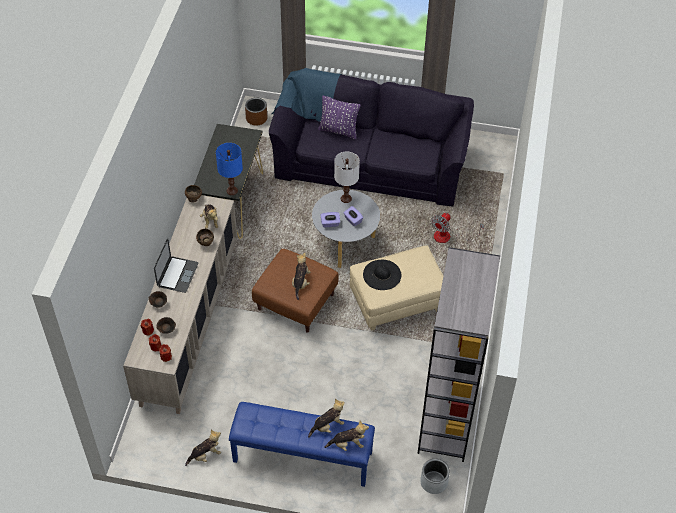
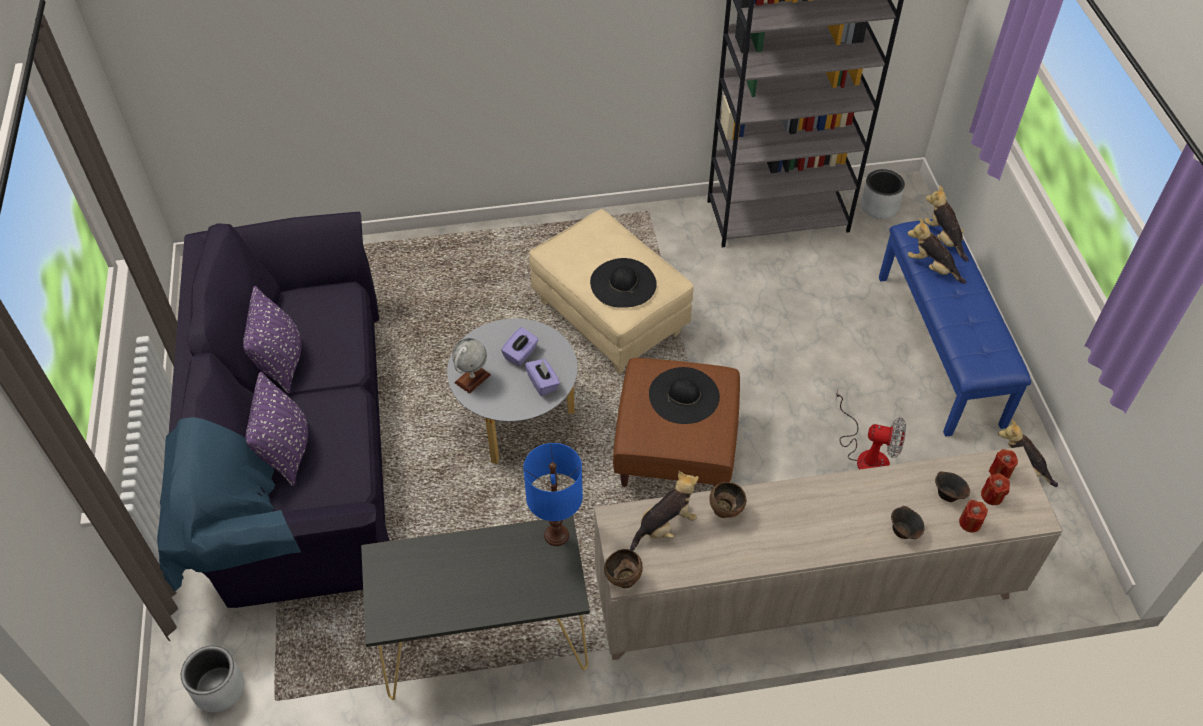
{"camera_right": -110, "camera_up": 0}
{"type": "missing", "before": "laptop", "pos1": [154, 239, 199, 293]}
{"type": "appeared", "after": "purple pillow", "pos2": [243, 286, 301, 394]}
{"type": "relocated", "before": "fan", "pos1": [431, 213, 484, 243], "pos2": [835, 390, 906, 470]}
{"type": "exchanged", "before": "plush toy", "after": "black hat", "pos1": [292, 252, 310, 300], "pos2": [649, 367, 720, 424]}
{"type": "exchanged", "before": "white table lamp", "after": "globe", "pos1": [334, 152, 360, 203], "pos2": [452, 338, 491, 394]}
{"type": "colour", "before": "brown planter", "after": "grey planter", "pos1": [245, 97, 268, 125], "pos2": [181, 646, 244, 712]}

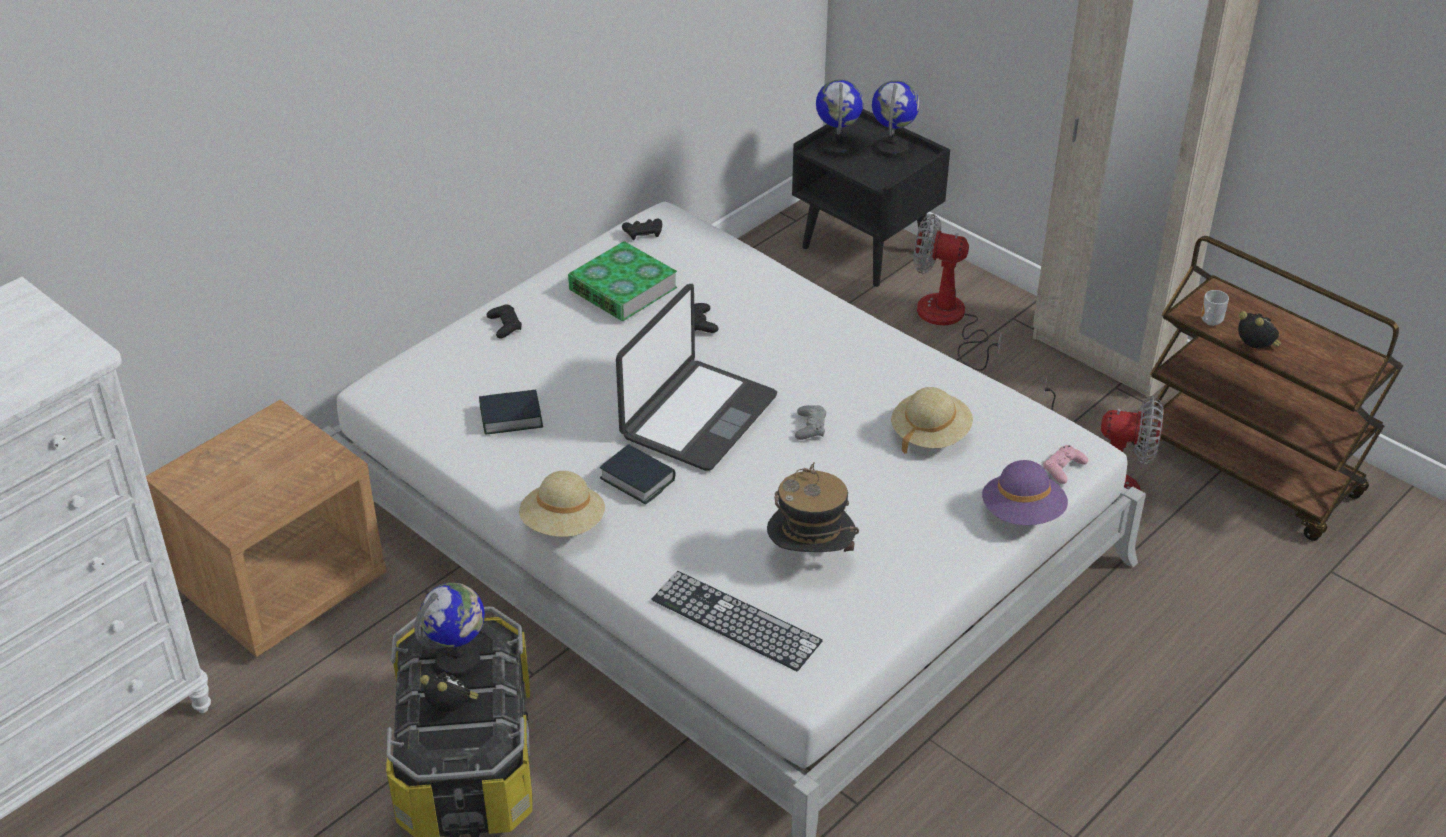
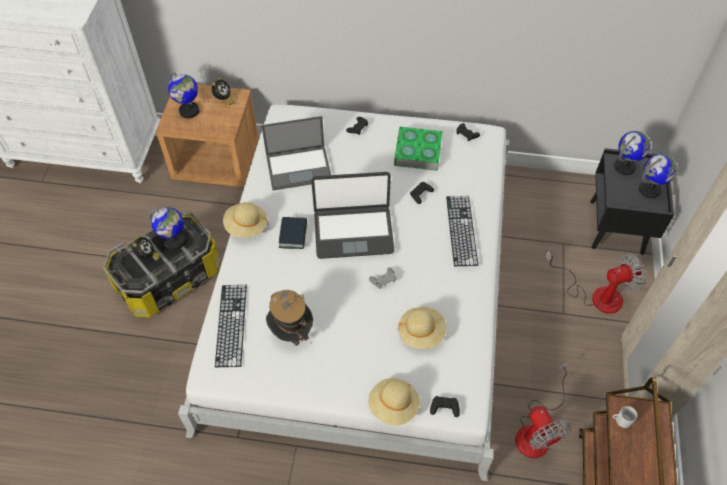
{"camera_right": 55, "camera_up": 15}
{"type": "appeared", "after": "globe", "pos2": [168, 72, 199, 118]}
{"type": "appeared", "after": "keyboard", "pos2": [446, 196, 478, 266]}
{"type": "relocated", "before": "alarm clock", "pos1": [1238, 311, 1281, 348], "pos2": [212, 77, 234, 105]}
{"type": "exchanged", "before": "book", "after": "laptop", "pos1": [479, 389, 543, 435], "pos2": [261, 116, 331, 191]}
{"type": "colour", "before": "purple hat", "after": "beige hat", "pos1": [982, 460, 1068, 525], "pos2": [368, 378, 420, 425]}
{"type": "colour", "before": "pink game controller", "after": "black game controller", "pos1": [1043, 445, 1088, 484], "pos2": [430, 396, 460, 417]}
{"type": "spun", "before": "fan", "pos1": [913, 214, 1002, 371], "pos2": [545, 250, 646, 314], "turn": 90}

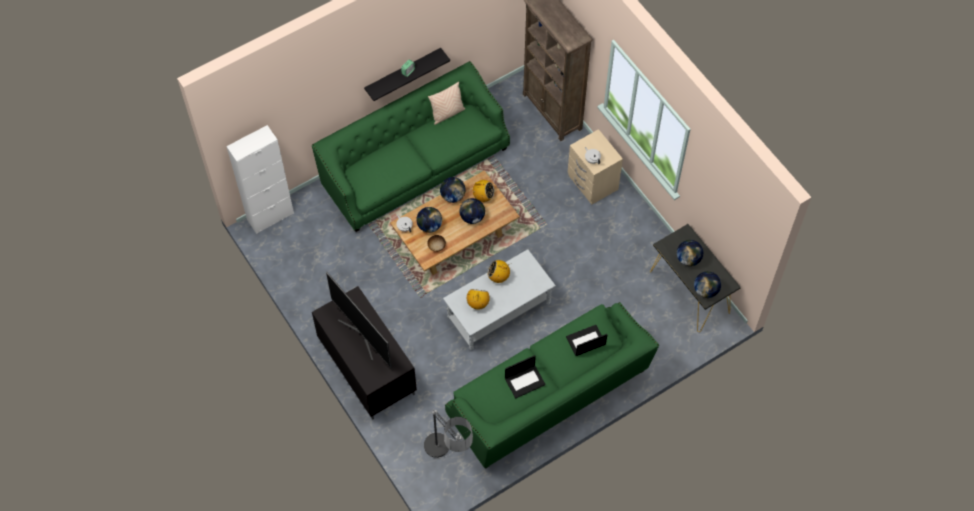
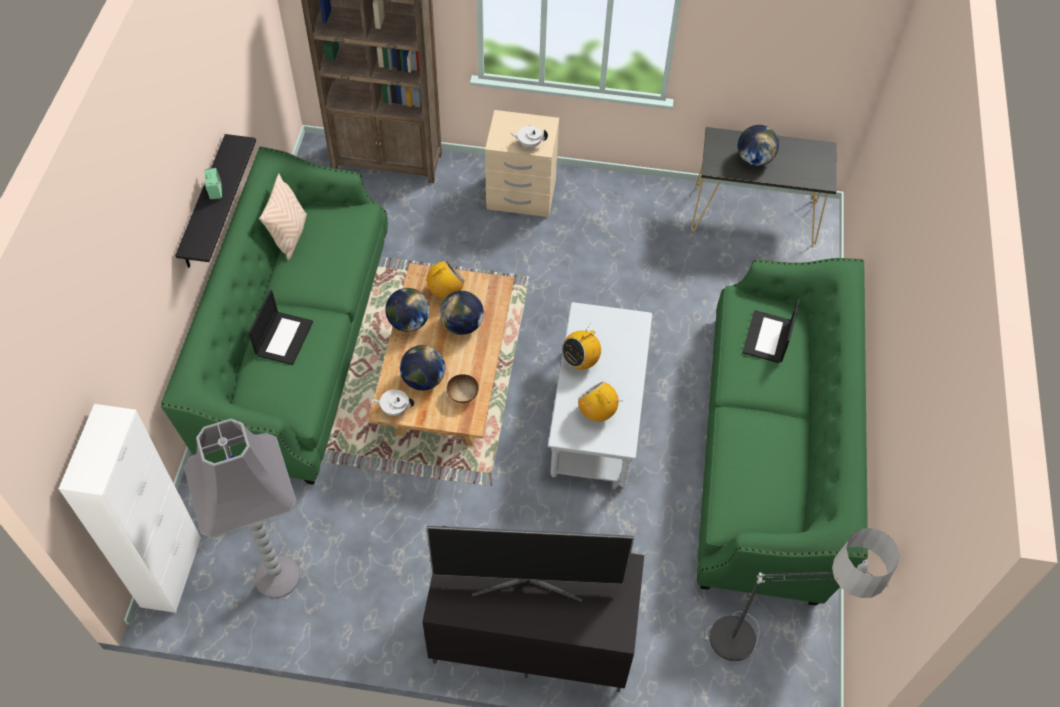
{"camera_right": -50, "camera_up": -5}
{"type": "missing", "before": "globe", "pos1": [694, 271, 721, 298]}
{"type": "appeared", "after": "grey floor lamp", "pos2": [184, 418, 300, 598]}
{"type": "relocated", "before": "laptop", "pos1": [505, 355, 546, 399], "pos2": [249, 290, 313, 365]}

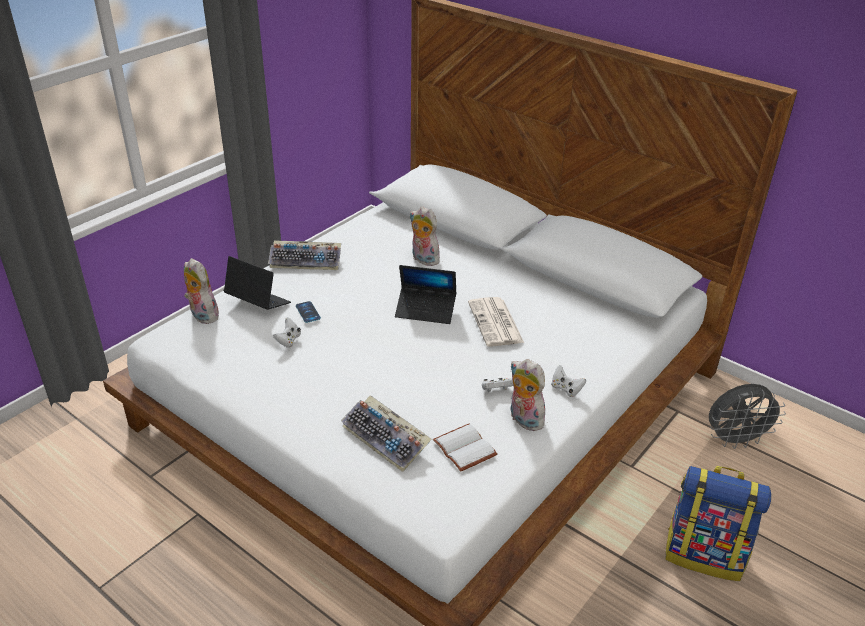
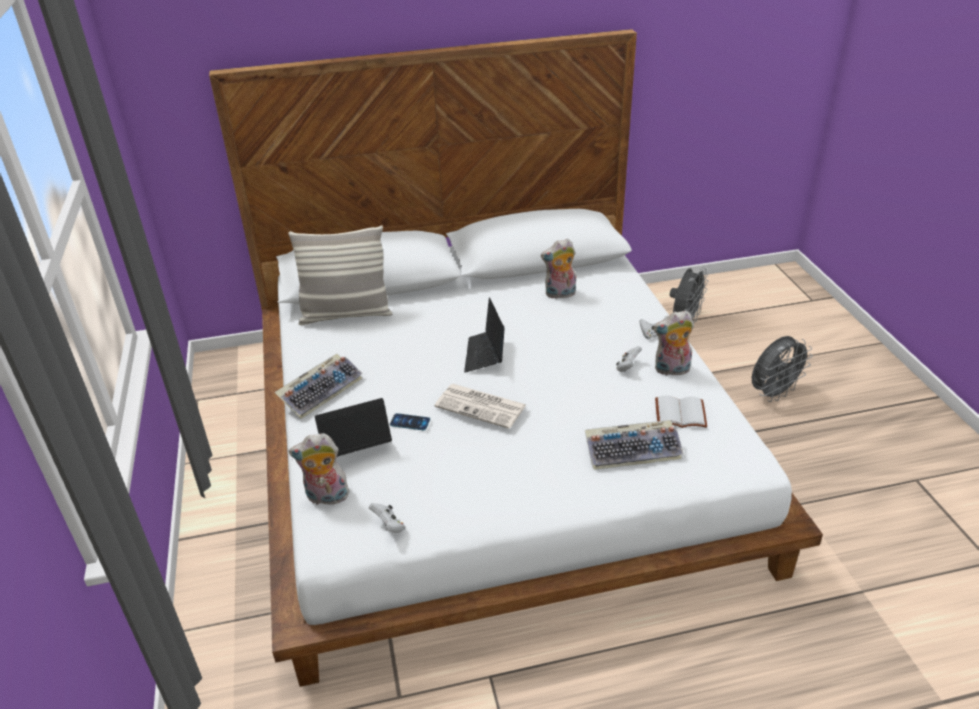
{"camera_right": -50, "camera_up": 0}
{"type": "appeared", "after": "pillow", "pos2": [288, 225, 392, 325]}
{"type": "relocated", "before": "white game controller", "pos1": [273, 317, 301, 348], "pos2": [369, 503, 405, 533]}
{"type": "relocated", "before": "plush toy", "pos1": [410, 206, 443, 266], "pos2": [541, 238, 576, 299]}
{"type": "relocated", "before": "newspaper", "pos1": [468, 297, 524, 346], "pos2": [434, 384, 526, 429]}
{"type": "exchanged", "before": "backpack", "after": "grey fan", "pos1": [666, 466, 771, 581], "pos2": [752, 336, 813, 402]}
{"type": "spun", "before": "laptop", "pos1": [395, 265, 456, 324], "pos2": [464, 297, 505, 372], "turn": 135}

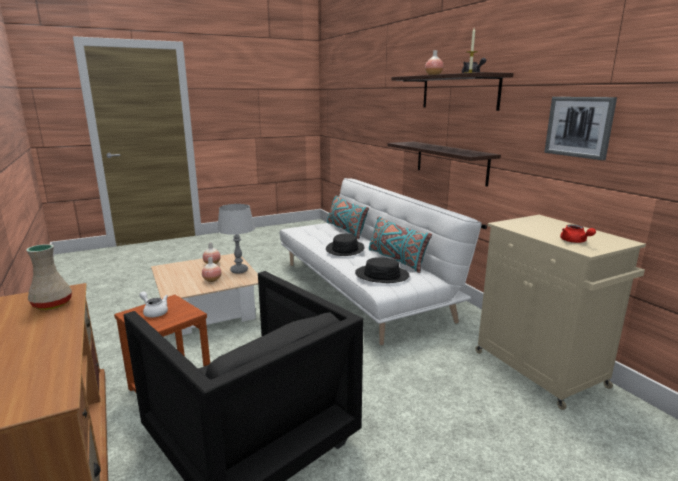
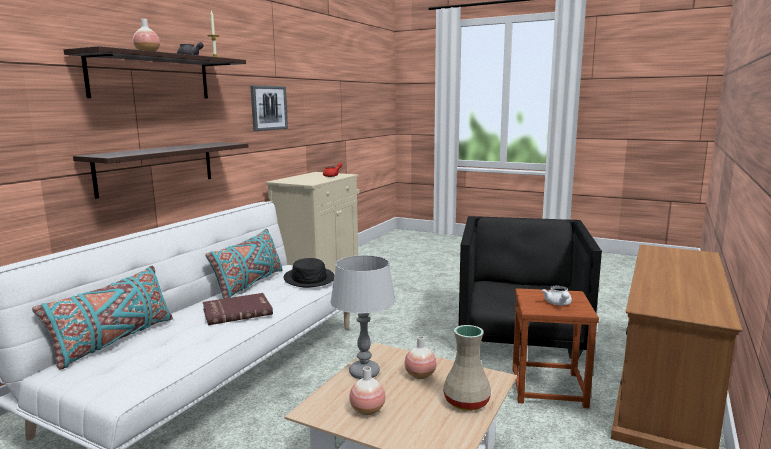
{"camera_right": -125, "camera_up": -5}
{"type": "relocated", "before": "beige vase", "pos1": [26, 244, 72, 310], "pos2": [443, 325, 491, 411]}
{"type": "exchanged", "before": "black hat", "after": "red book", "pos1": [326, 234, 364, 256], "pos2": [203, 293, 273, 325]}

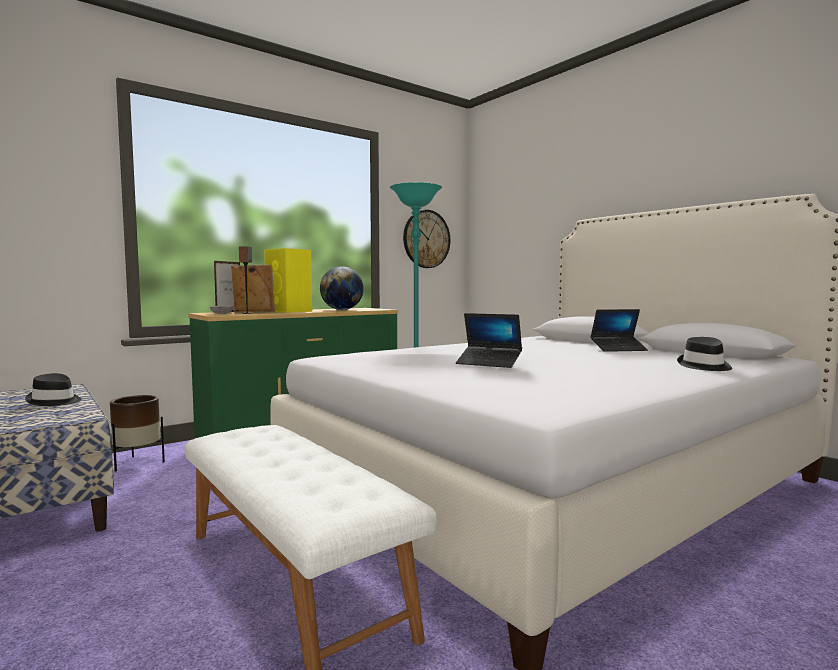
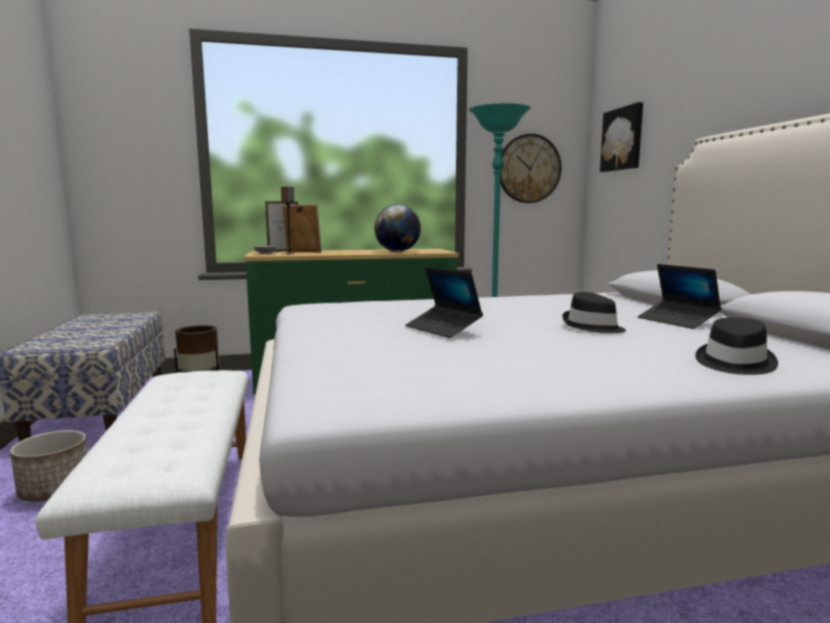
{"camera_right": 25, "camera_up": 5}
{"type": "missing", "before": "yellow speaker", "pos1": [264, 248, 312, 313]}
{"type": "appeared", "after": "planter", "pos2": [10, 430, 88, 502]}
{"type": "appeared", "after": "picture", "pos2": [600, 102, 643, 172]}
{"type": "relocated", "before": "black hat", "pos1": [25, 373, 82, 406], "pos2": [562, 292, 626, 333]}
{"type": "spun", "before": "laptop", "pos1": [590, 309, 648, 352], "pos2": [638, 264, 721, 329], "turn": 45}

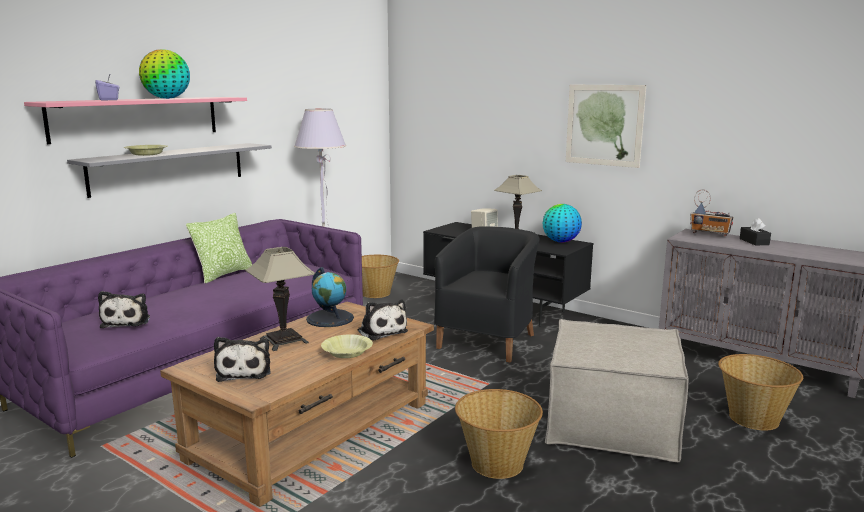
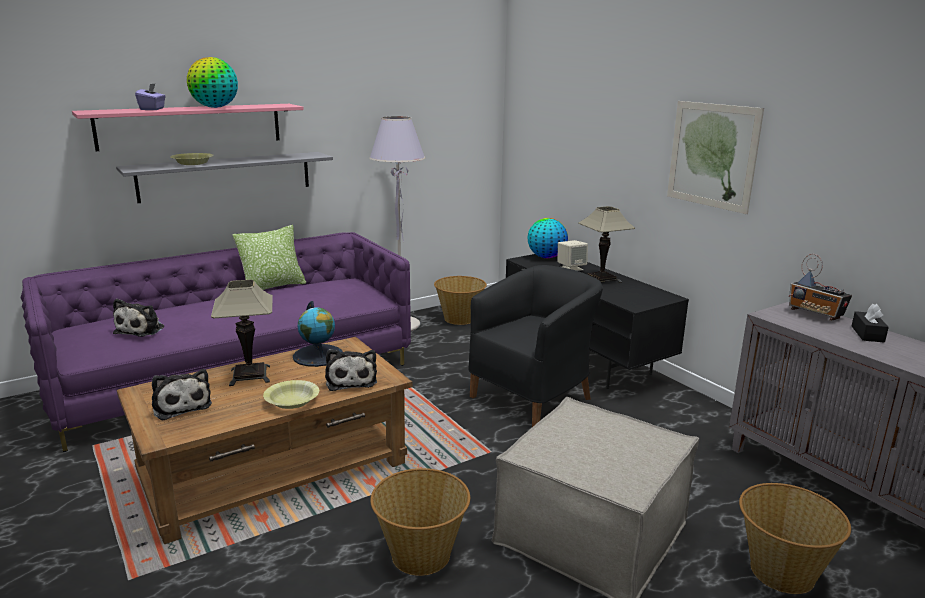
{"camera_right": 20, "camera_up": 5}
{"type": "relocated", "before": "globe", "pos1": [543, 204, 582, 243], "pos2": [527, 218, 568, 258]}
{"type": "spun", "before": "plush toy", "pos1": [214, 337, 271, 382], "pos2": [152, 369, 212, 420], "turn": -45}

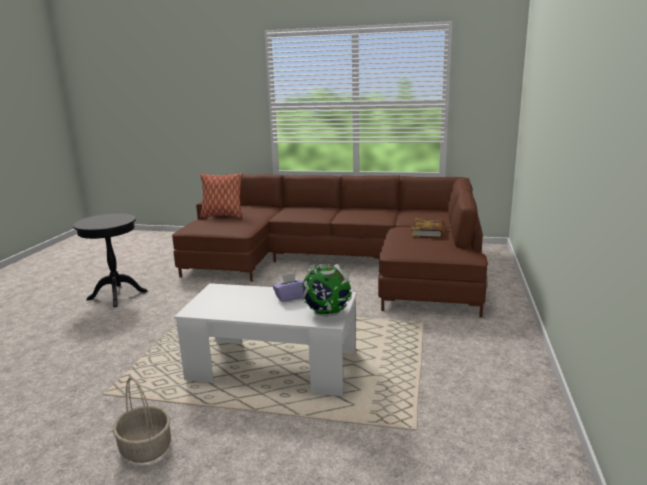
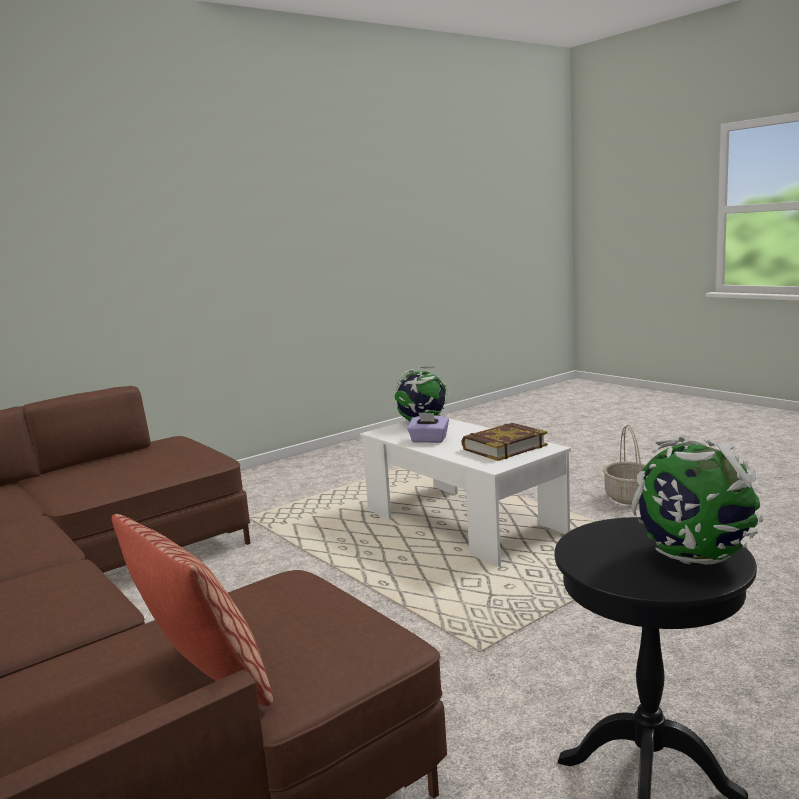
{"camera_right": -140, "camera_up": -5}
{"type": "appeared", "after": "globe", "pos2": [631, 437, 763, 565]}
{"type": "relocated", "before": "book", "pos1": [411, 218, 445, 238], "pos2": [461, 423, 548, 461]}

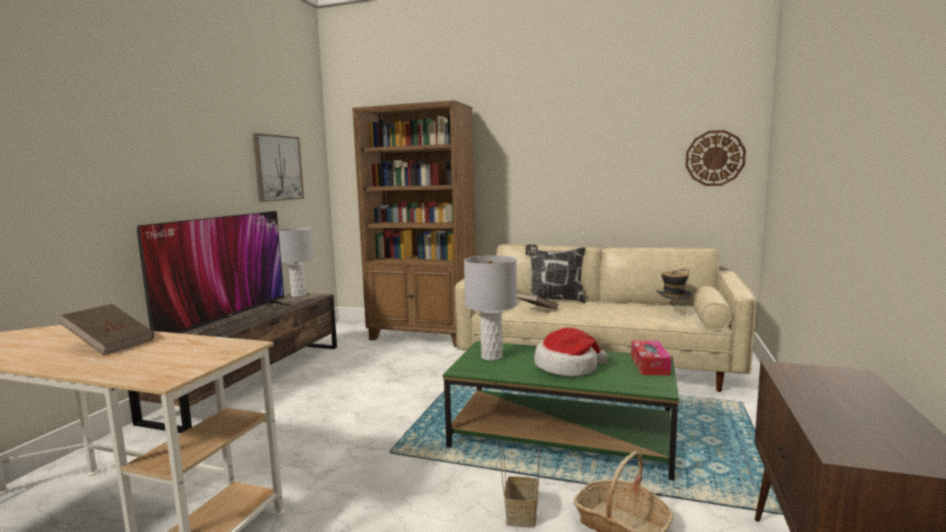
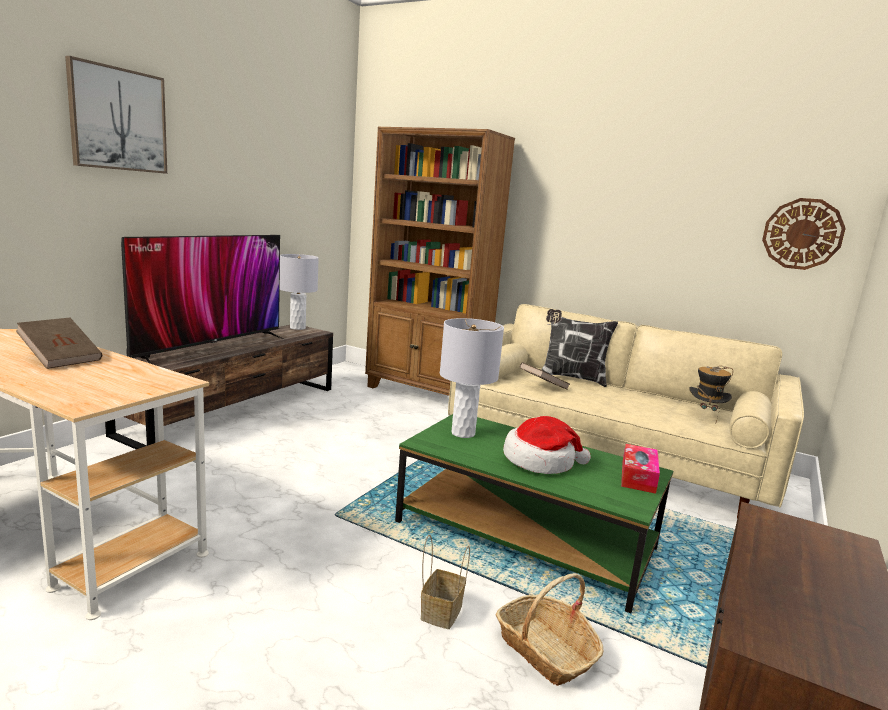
{"camera_right": 10, "camera_up": 5}
{"type": "relocated", "before": "picture", "pos1": [253, 133, 304, 202], "pos2": [65, 56, 167, 174]}

